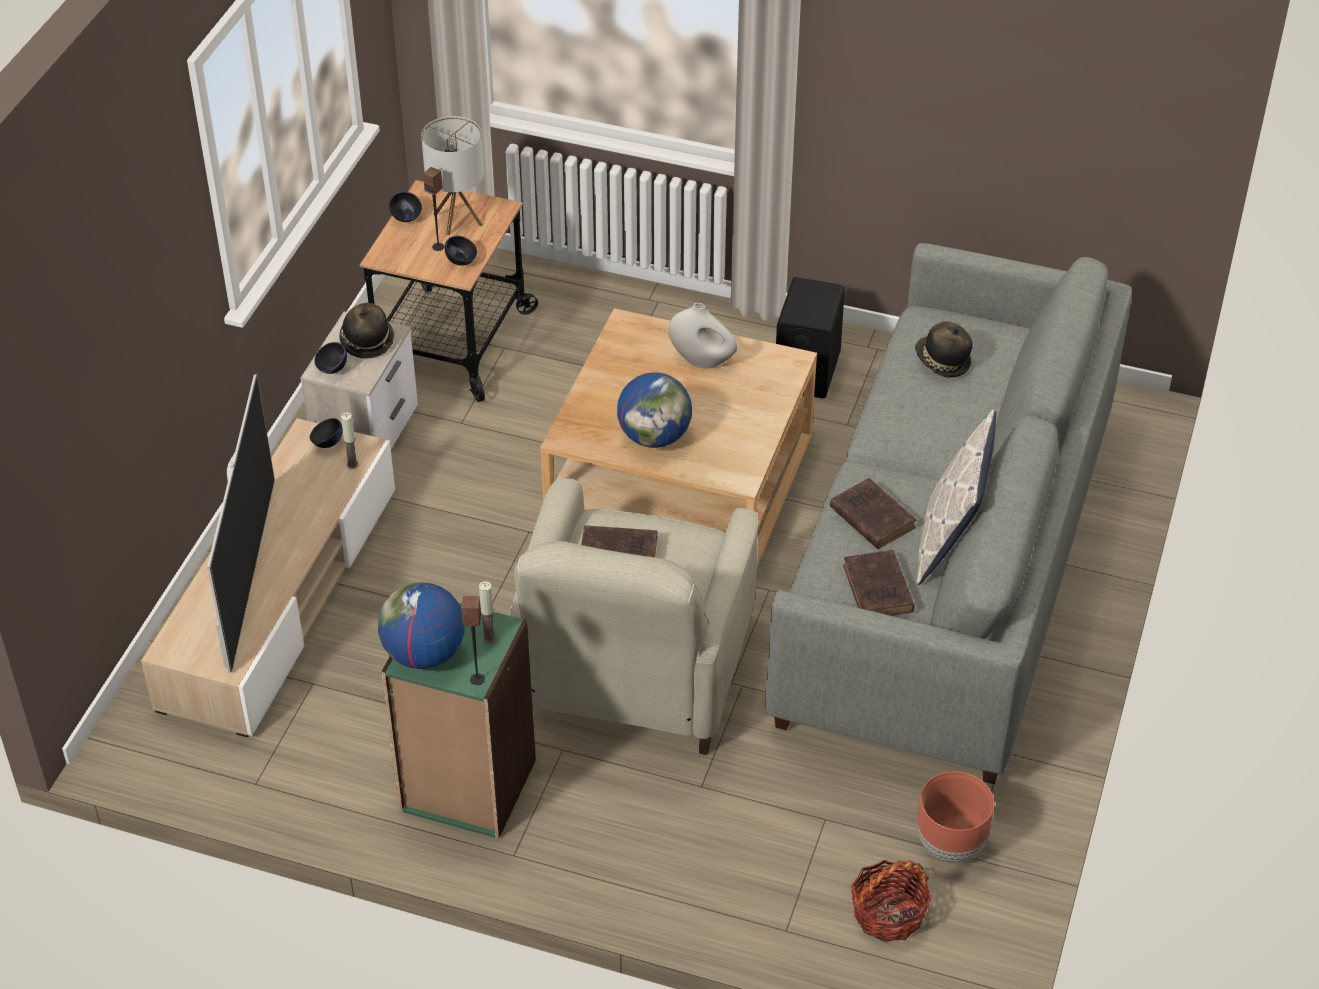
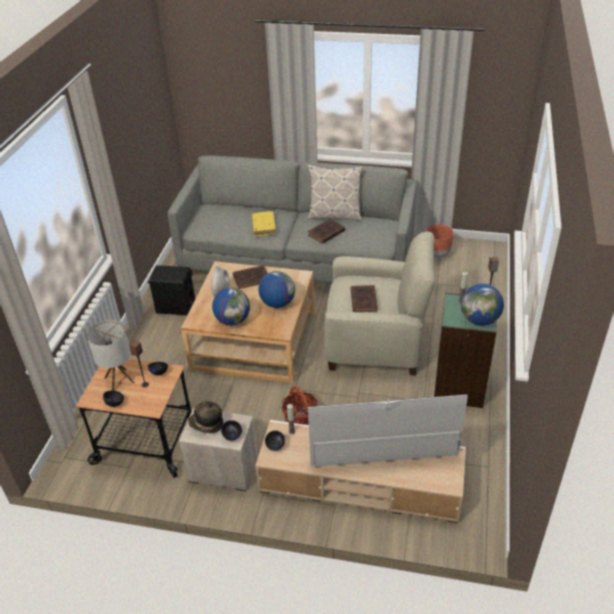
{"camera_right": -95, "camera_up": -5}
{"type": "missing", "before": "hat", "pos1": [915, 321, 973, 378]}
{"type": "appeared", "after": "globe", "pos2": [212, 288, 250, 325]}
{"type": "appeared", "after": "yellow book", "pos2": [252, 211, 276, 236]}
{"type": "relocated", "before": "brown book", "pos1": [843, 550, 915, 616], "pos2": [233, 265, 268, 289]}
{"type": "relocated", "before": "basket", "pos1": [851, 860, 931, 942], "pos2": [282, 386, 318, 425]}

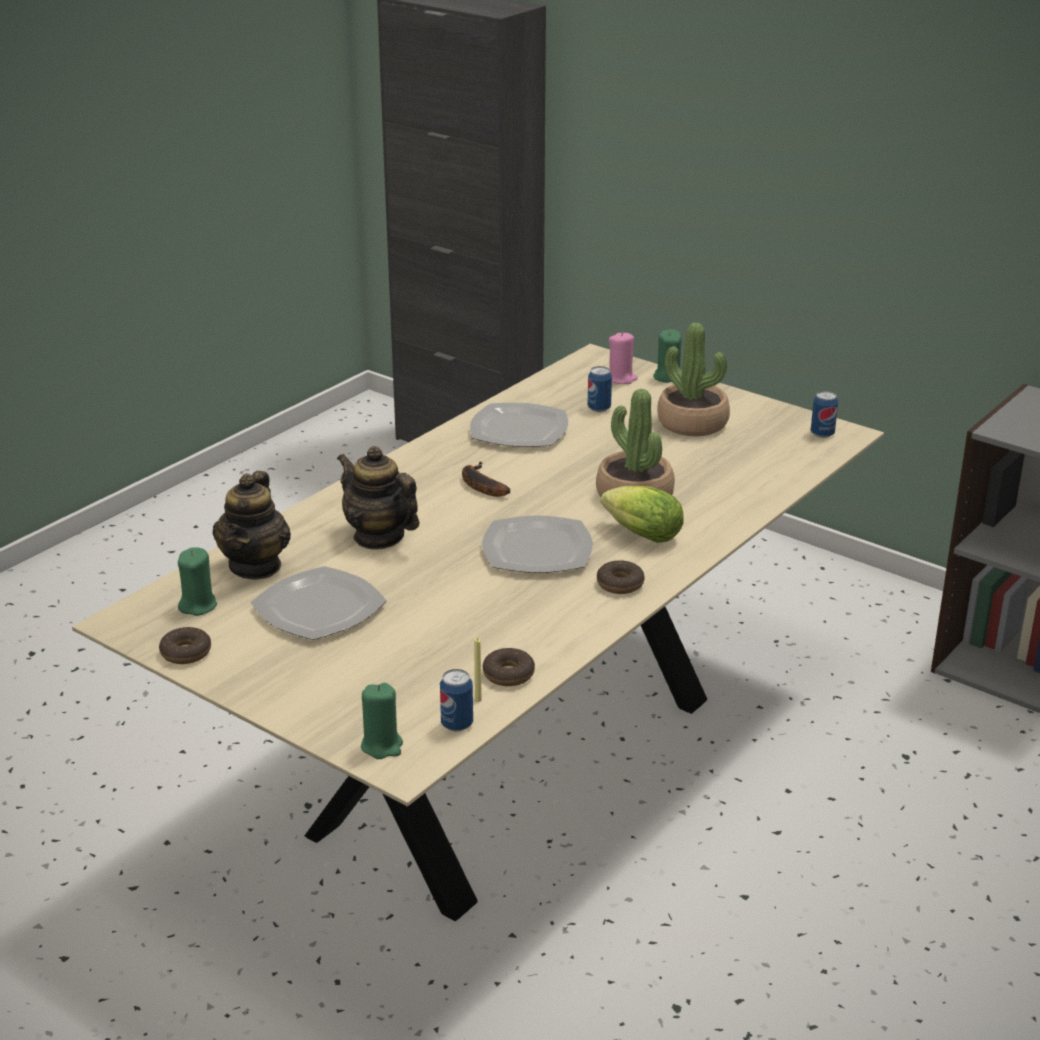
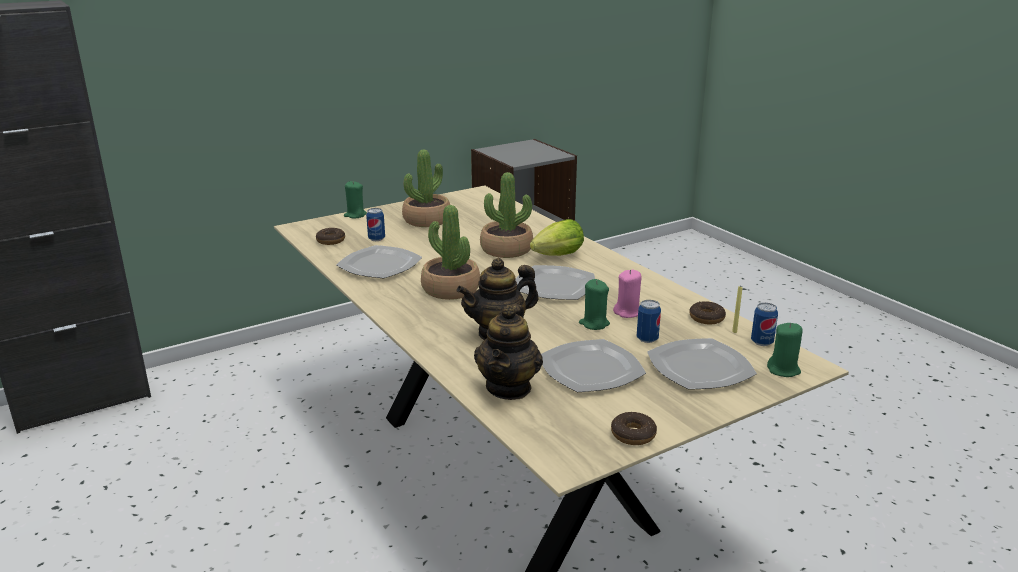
{"camera_right": -70, "camera_up": -5}
{"type": "appeared", "after": "plate", "pos2": [647, 338, 757, 390]}
{"type": "relocated", "before": "green candle", "pos1": [178, 547, 217, 616], "pos2": [579, 279, 610, 330]}
{"type": "relocated", "before": "donut", "pos1": [597, 560, 645, 594], "pos2": [316, 228, 345, 245]}
{"type": "relocated", "before": "pink candle", "pos1": [609, 332, 638, 384], "pos2": [613, 270, 641, 318]}
{"type": "relocated", "before": "can", "pos1": [811, 391, 838, 438], "pos2": [637, 300, 661, 343]}
{"type": "exchanged", "before": "banana", "after": "potted plant", "pos1": [462, 461, 510, 497], "pos2": [421, 205, 480, 300]}
{"type": "spun", "before": "teapot", "pos1": [213, 471, 291, 580], "pos2": [474, 304, 543, 400], "turn": 75}

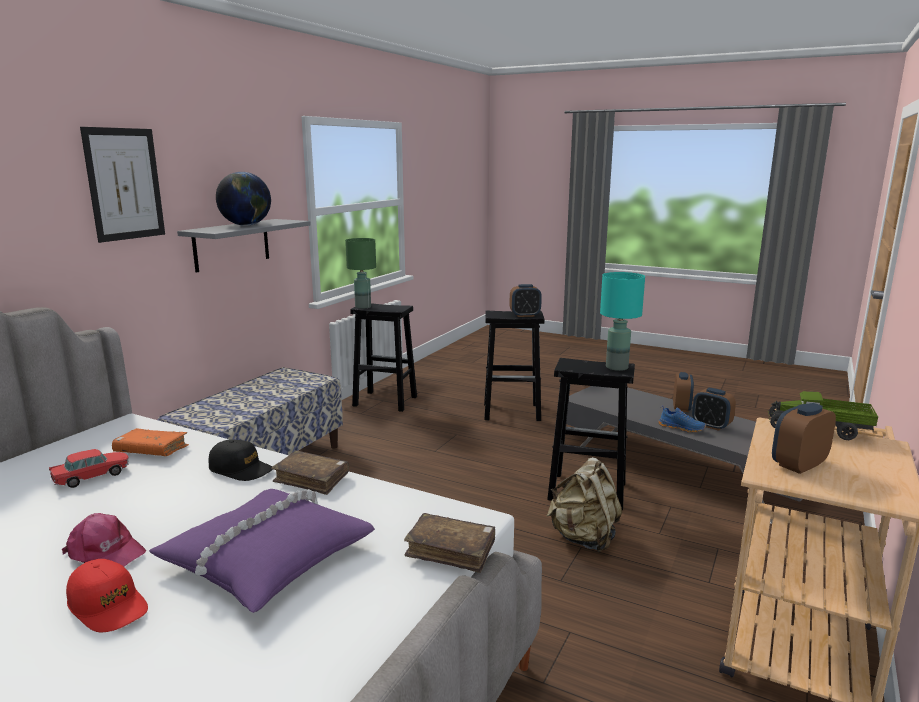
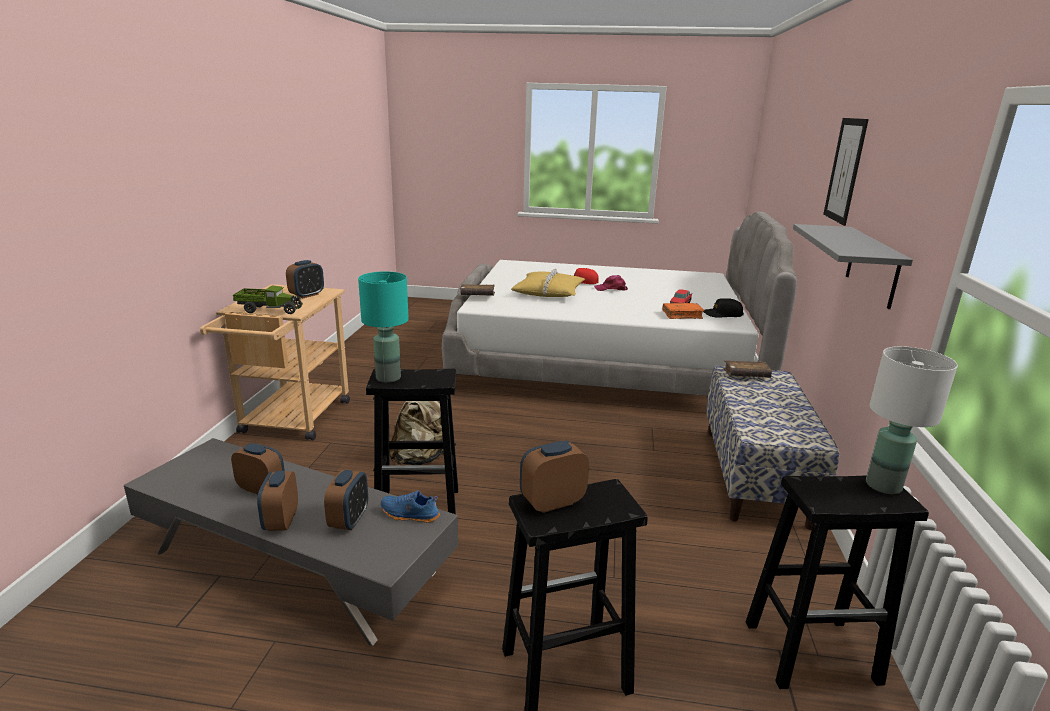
{"camera_right": 160, "camera_up": 5}
{"type": "missing", "before": "globe", "pos1": [216, 172, 271, 226]}
{"type": "appeared", "after": "alarm clock", "pos2": [324, 470, 368, 530]}
{"type": "relocated", "before": "black cap", "pos1": [208, 439, 273, 481], "pos2": [703, 298, 744, 318]}
{"type": "relocated", "before": "brown book", "pos1": [271, 450, 349, 495], "pos2": [724, 360, 772, 378]}
{"type": "relocated", "before": "blue shoe", "pos1": [658, 406, 706, 433], "pos2": [381, 490, 440, 523]}
{"type": "colour", "before": "purple pillow", "after": "yellow pillow", "pos1": [149, 489, 375, 613], "pos2": [511, 268, 586, 297]}
{"type": "colour", "before": "green table lamp", "after": "white table lamp", "pos1": [345, 238, 376, 309], "pos2": [866, 346, 958, 494]}

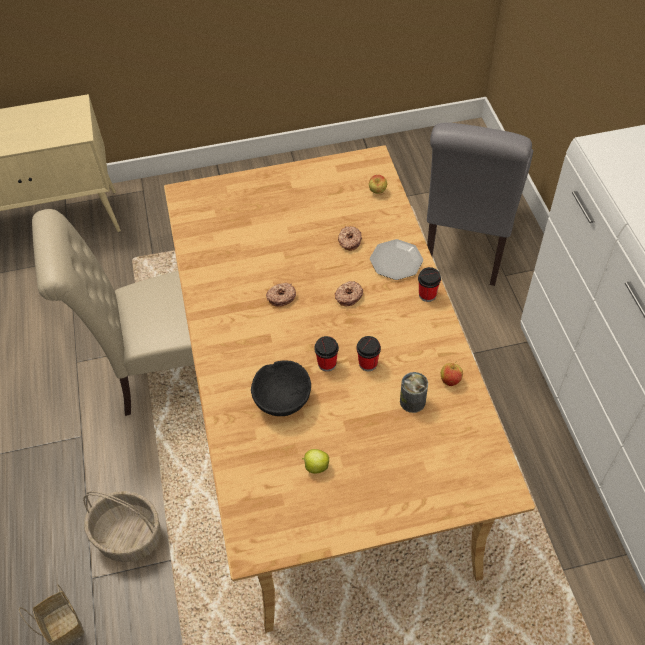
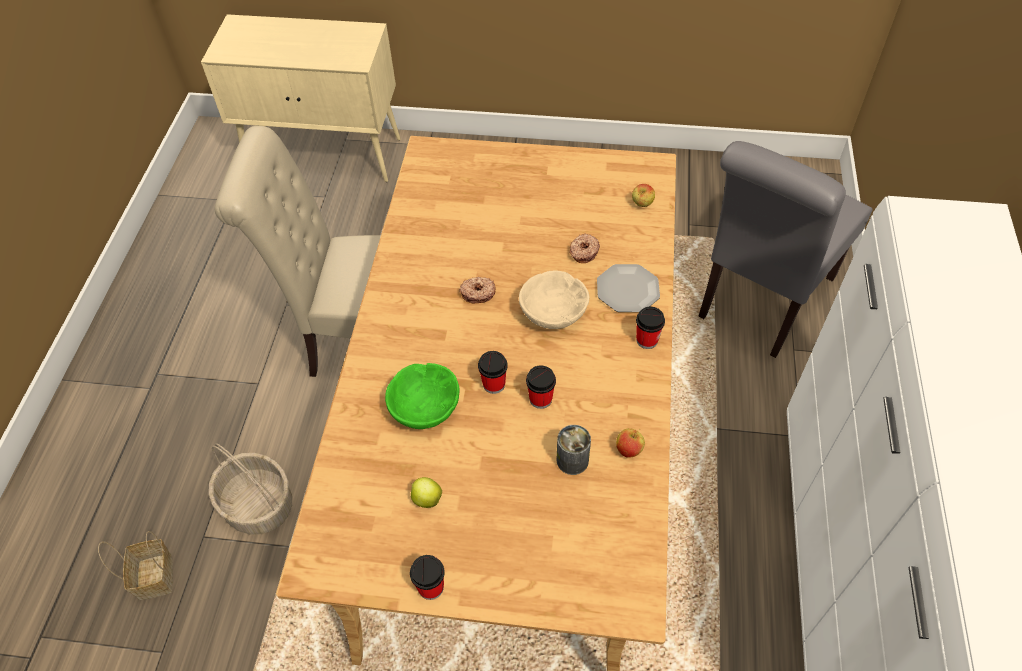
{"camera_right": 20, "camera_up": 0}
{"type": "appeared", "after": "cup", "pos2": [410, 555, 445, 600]}
{"type": "exchanged", "before": "donut", "after": "beige bowl", "pos1": [335, 281, 363, 306], "pos2": [519, 270, 589, 329]}
{"type": "colour", "before": "black bowl", "after": "green bowl", "pos1": [251, 360, 311, 416], "pos2": [385, 363, 460, 429]}

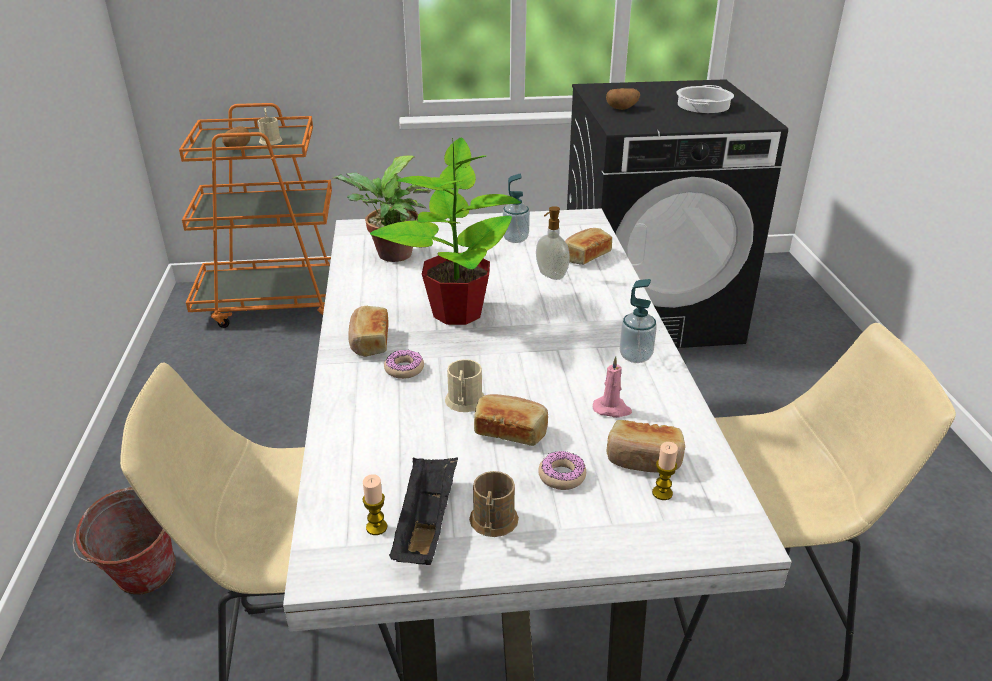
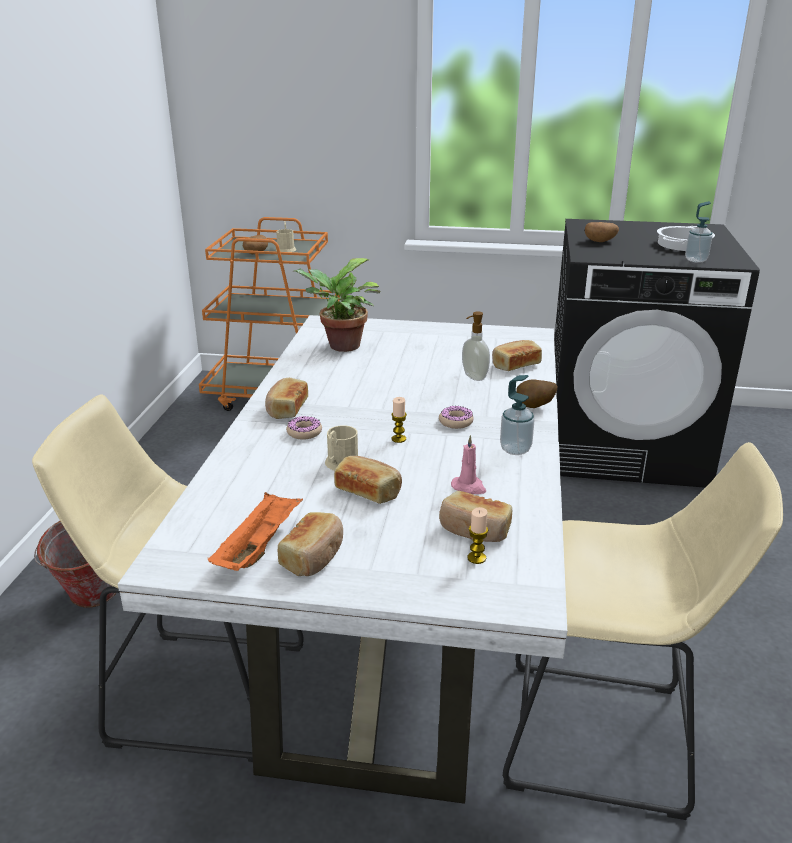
{"camera_right": 15, "camera_up": -5}
{"type": "missing", "before": "potted plant", "pos1": [370, 137, 521, 325]}
{"type": "appeared", "after": "potato", "pos2": [516, 379, 558, 408]}
{"type": "relocated", "before": "candle", "pos1": [362, 474, 387, 535], "pos2": [391, 397, 407, 443]}
{"type": "relocated", "before": "soap dispenser", "pos1": [503, 174, 530, 243], "pos2": [685, 201, 713, 263]}
{"type": "relocated", "before": "donut", "pos1": [538, 451, 586, 490], "pos2": [439, 405, 474, 429]}
{"type": "exchanged", "before": "brown mug", "after": "bread", "pos1": [469, 471, 519, 537], "pos2": [277, 512, 343, 576]}
{"type": "colour", "before": "black tray", "after": "orange tray", "pos1": [389, 457, 458, 565], "pos2": [208, 492, 303, 571]}

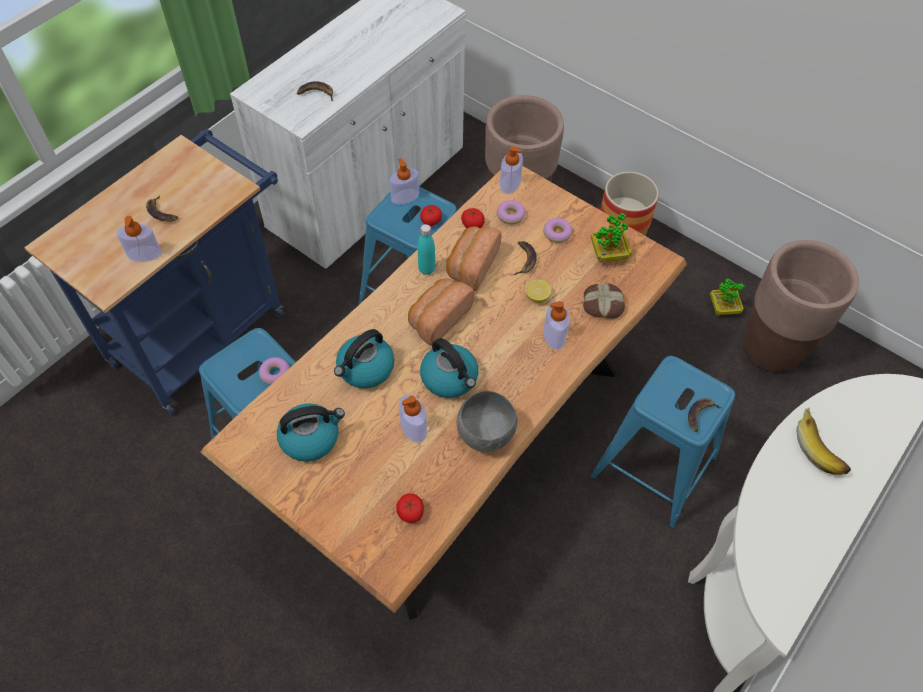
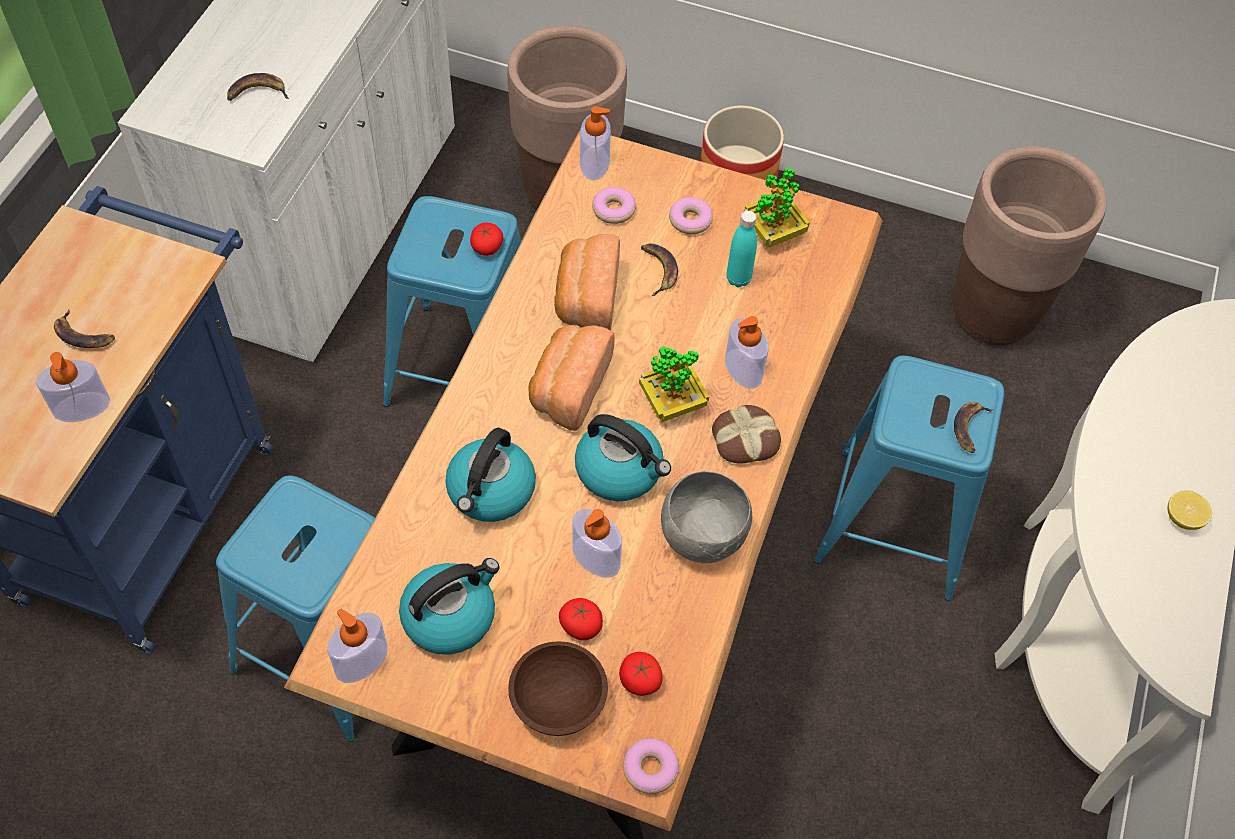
{"camera_right": -20, "camera_up": 0}
{"type": "missing", "before": "banana", "pos1": [796, 408, 851, 475]}
{"type": "appeared", "after": "brown bowl", "pos2": [508, 641, 608, 736]}
{"type": "relocated", "before": "donut", "pos1": [259, 357, 290, 385], "pos2": [623, 738, 679, 794]}
{"type": "relocated", "before": "soap dispenser", "pos1": [390, 158, 419, 205], "pos2": [327, 609, 388, 683]}
{"type": "relocated", "before": "turquoise bottle", "pos1": [418, 224, 435, 275], "pos2": [727, 211, 757, 287]}
{"type": "relocated", "before": "tomato", "pos1": [461, 208, 485, 228], "pos2": [559, 598, 603, 640]}
{"type": "relocated", "before": "lemon", "pos1": [525, 279, 551, 303], "pos2": [1168, 490, 1212, 530]}
{"type": "relocated", "before": "bread", "pos1": [583, 283, 625, 319], "pos2": [712, 405, 781, 463]}
{"type": "relocated", "before": "potted plant", "pos1": [710, 279, 745, 315], "pos2": [639, 346, 709, 422]}

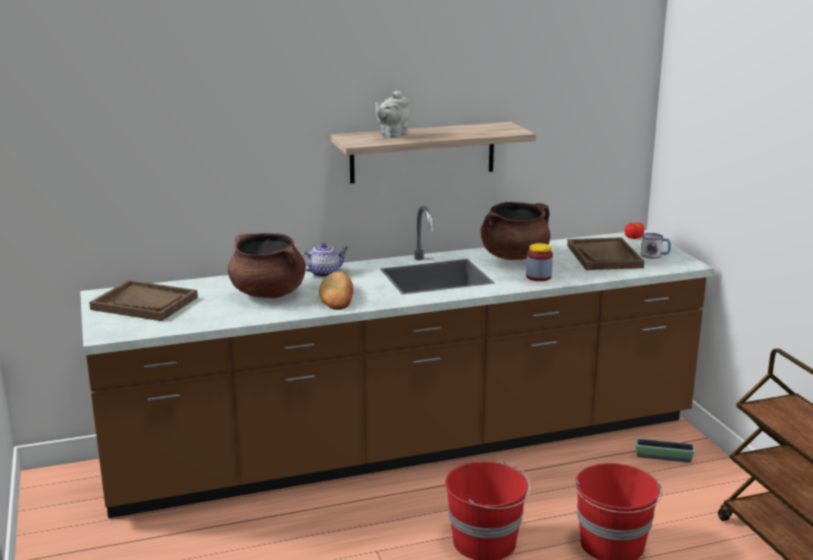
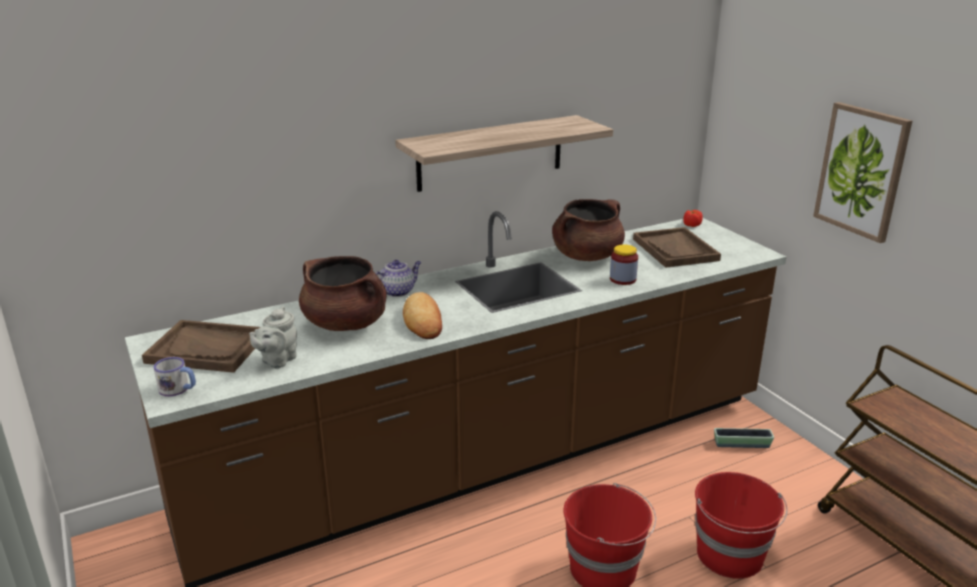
{"camera_right": -10, "camera_up": 5}
{"type": "appeared", "after": "picture", "pos2": [813, 102, 912, 243]}
{"type": "relocated", "before": "grey teapot", "pos1": [375, 91, 410, 138], "pos2": [249, 307, 297, 368]}
{"type": "relocated", "before": "mug", "pos1": [641, 233, 671, 259], "pos2": [153, 357, 196, 396]}

